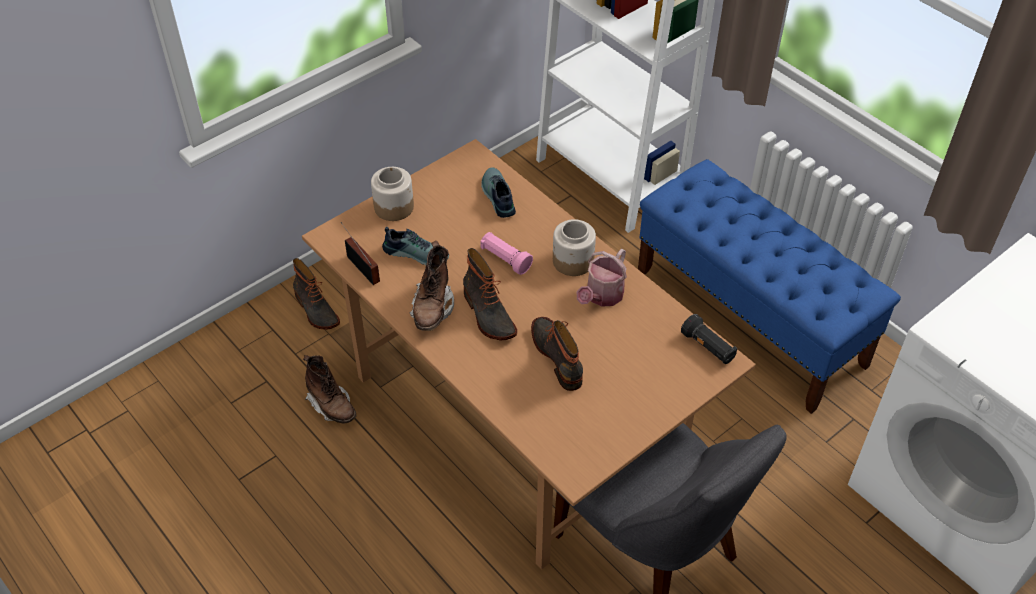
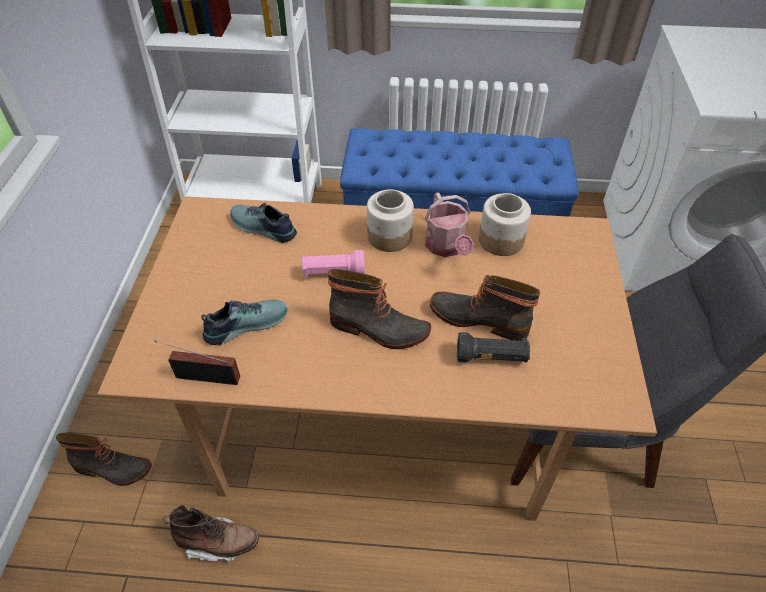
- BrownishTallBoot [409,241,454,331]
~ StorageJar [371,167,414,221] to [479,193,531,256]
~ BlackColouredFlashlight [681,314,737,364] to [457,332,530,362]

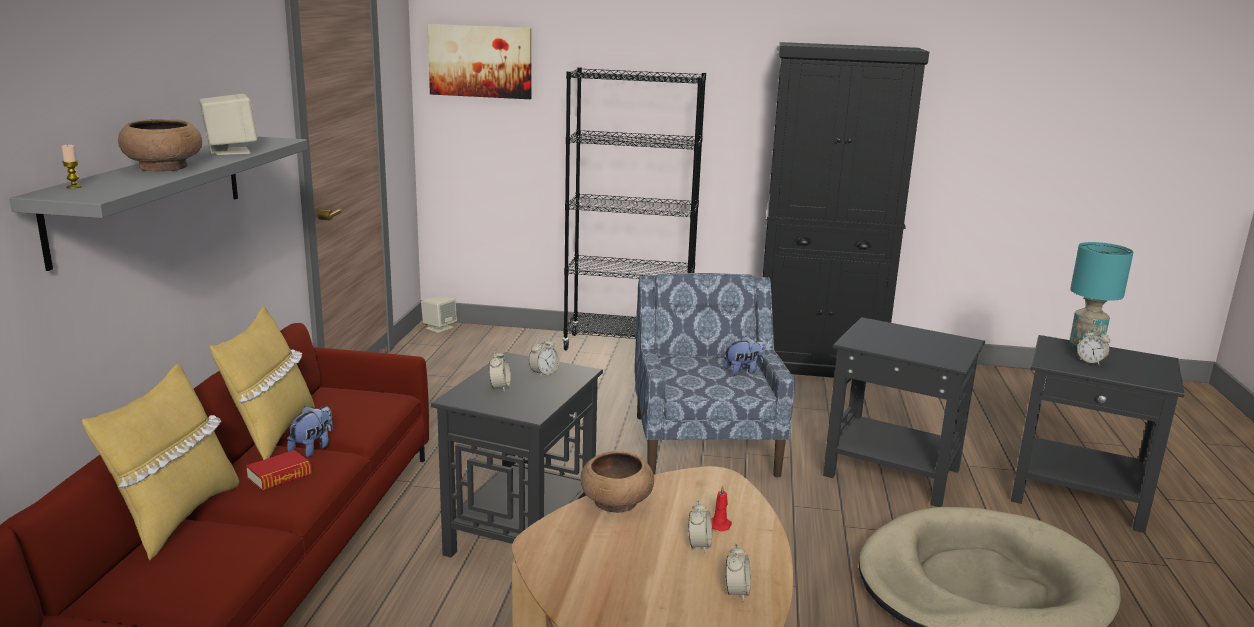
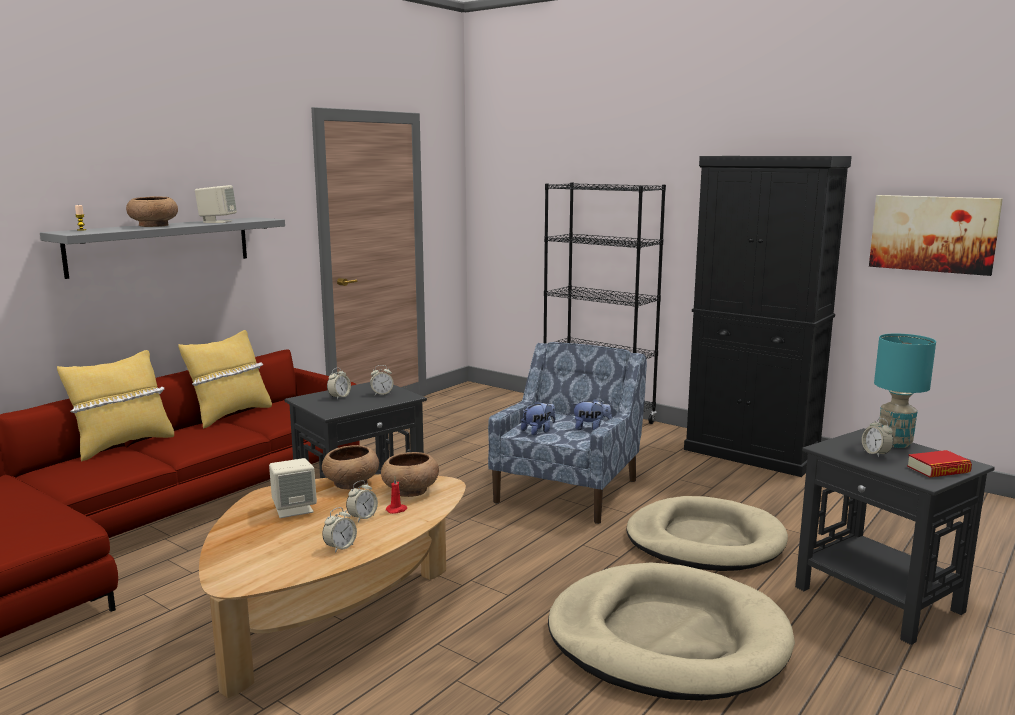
+ BrownishServingBowl [381,452,439,497]
~ Volume [246,450,312,490] to [907,450,972,478]
~ SoftToy [287,406,333,457] to [521,401,555,435]
~ BeigeSpeaker [421,296,457,333] to [269,458,317,518]
~ WallArt [427,24,532,99] to [869,195,1003,276]
~ BlackColouredEndTable [823,317,985,507] to BeigePetBed [626,496,788,571]

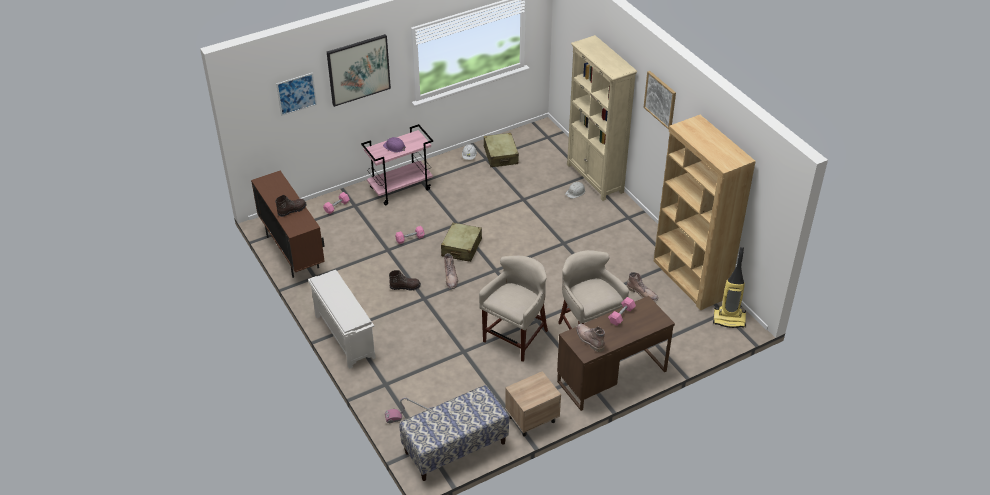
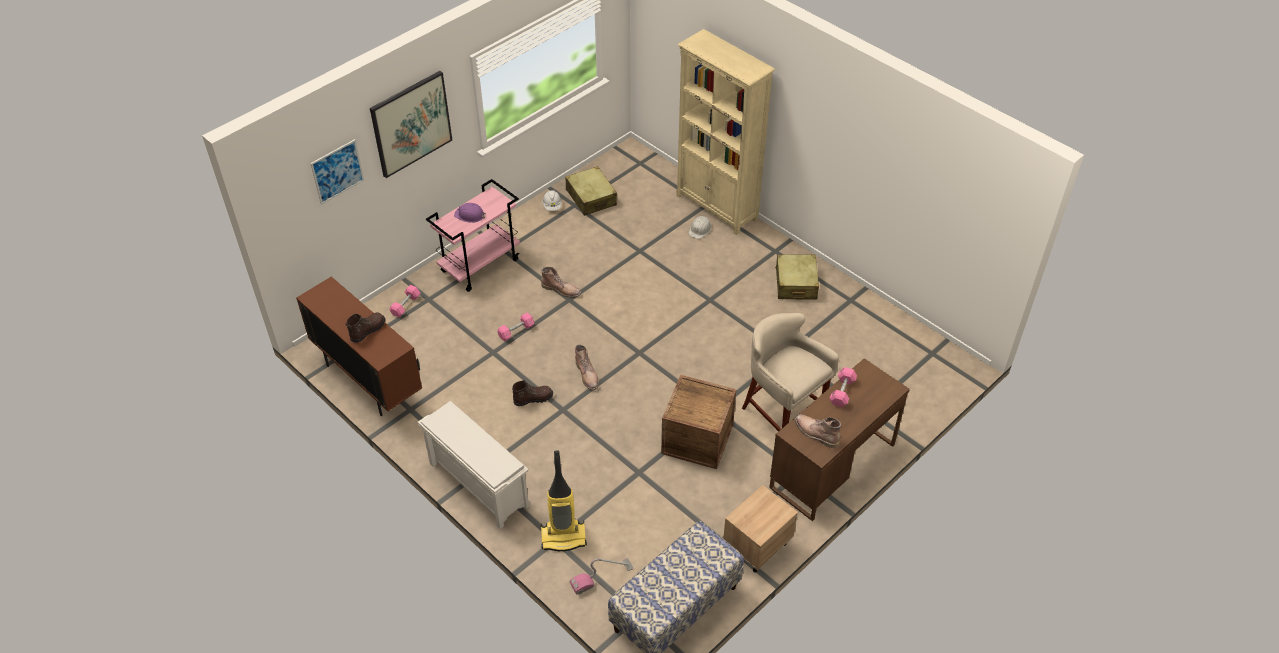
- WallArt [644,71,676,130]
- BrownishBookshelf [654,115,756,311]
~ BeigePieceOfLuggage [441,223,482,262] to [775,254,819,300]
~ BrownishTallBoot [627,272,658,301] to [541,267,581,297]
~ Hoover [713,247,746,328] to [541,451,587,551]
~ BeigeSittingStool [479,256,548,362] to ShippingCrate [661,375,736,469]

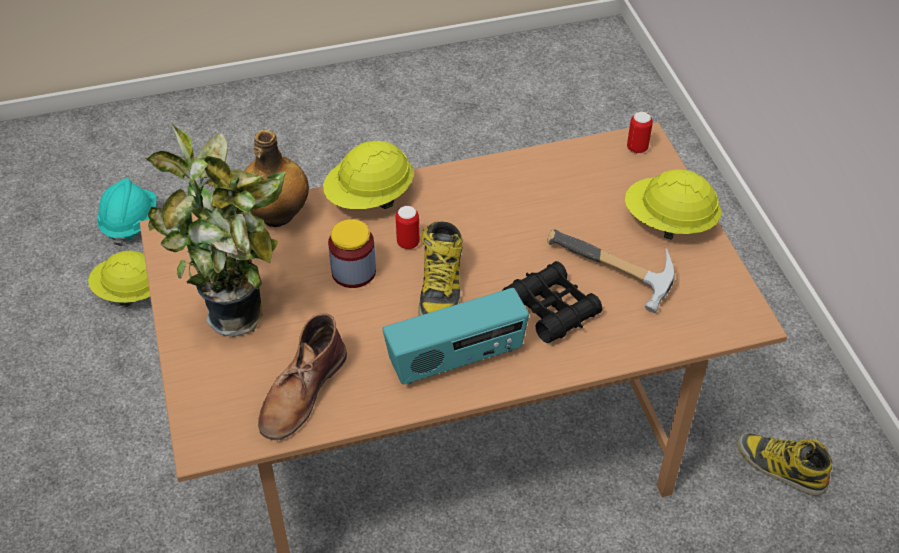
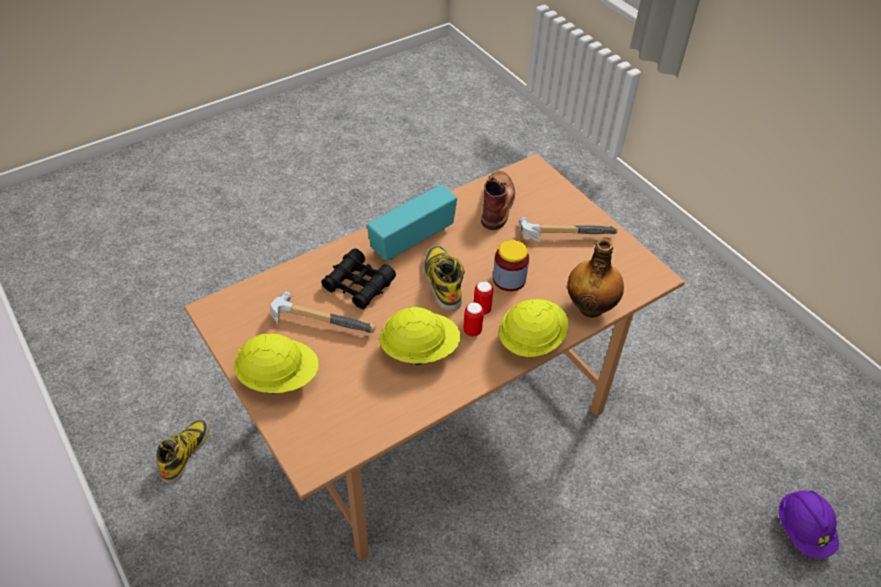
~ YellowSafetyHelmet [88,250,150,307] to [379,307,460,365]
~ MetalCan [627,112,653,153] to [463,302,484,337]
~ PottedPlant [146,124,286,337] to ToolHammer [519,217,618,242]
~ TurquoiseSafetyHelmet [97,178,157,246] to PurpleColouredSafetyHelmet [779,491,839,558]
~ TallBoot [737,433,833,496] = [156,419,210,484] 90 degrees counterclockwise

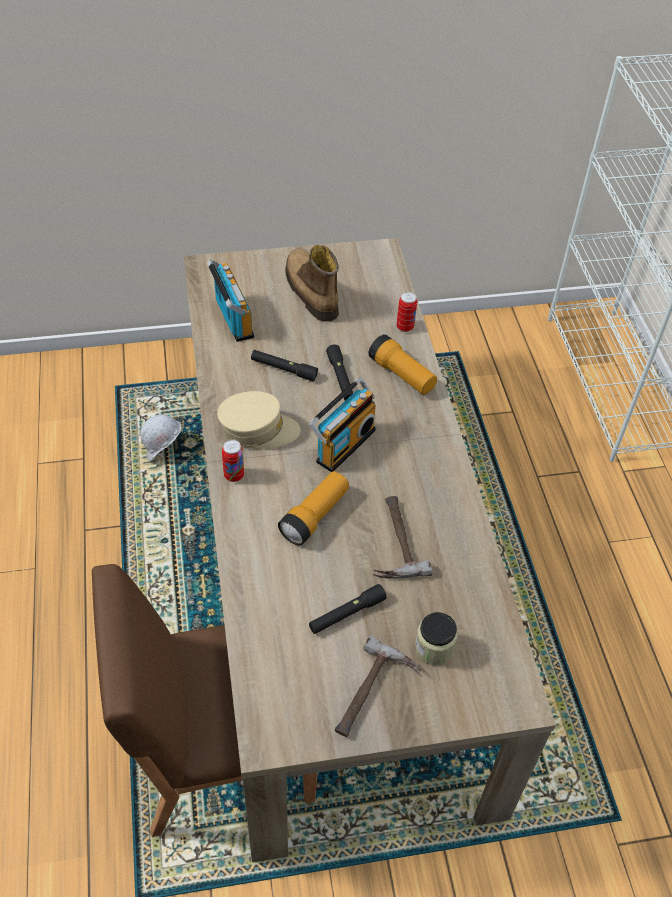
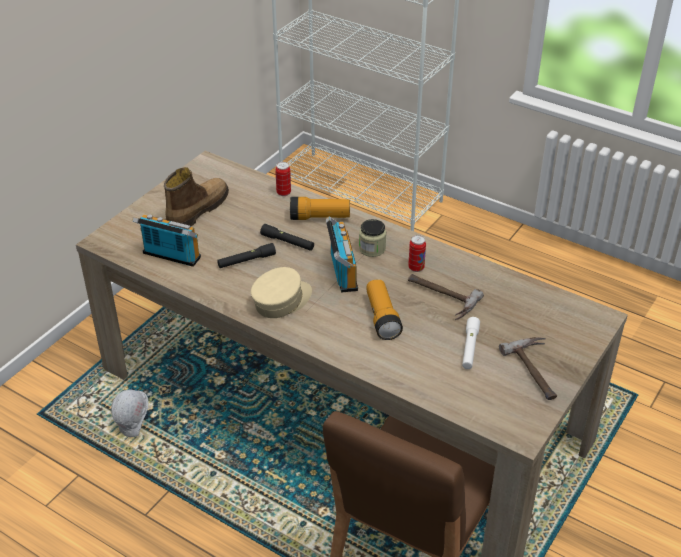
~ MetalCan [222,439,244,482] to [408,235,426,272]
~ StorageJar [415,612,458,665] to [359,219,386,257]
~ BlackColouredFlashlight [309,584,387,634] to WhiteColouredFlashlight [462,317,480,369]
~ TallBoot [285,245,339,321] = [164,167,229,226] 105 degrees clockwise

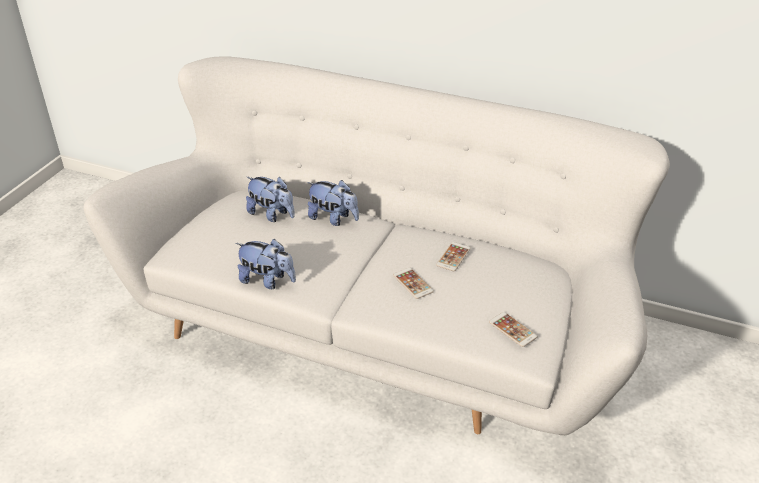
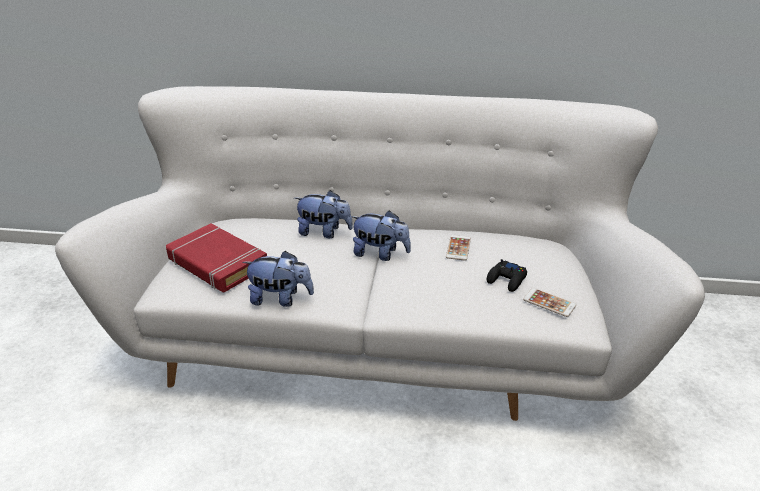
- Telephone [393,267,434,299]
+ RedVolume [166,224,267,292]
+ BlackColouredGameController [487,259,527,292]
~ SoftToy [246,177,295,222] to [350,210,411,261]

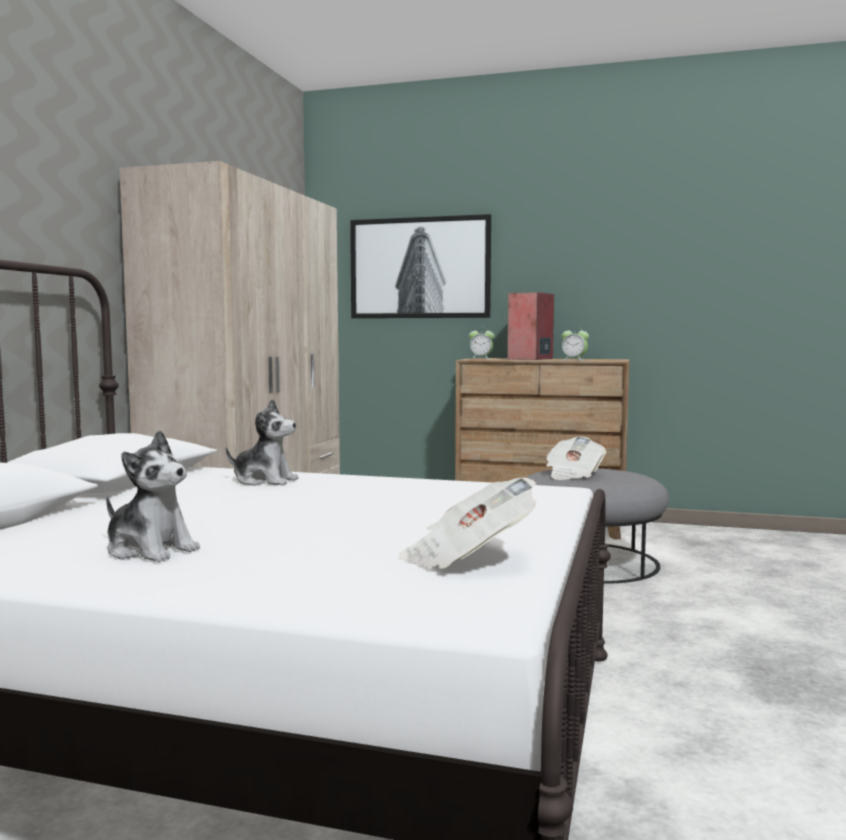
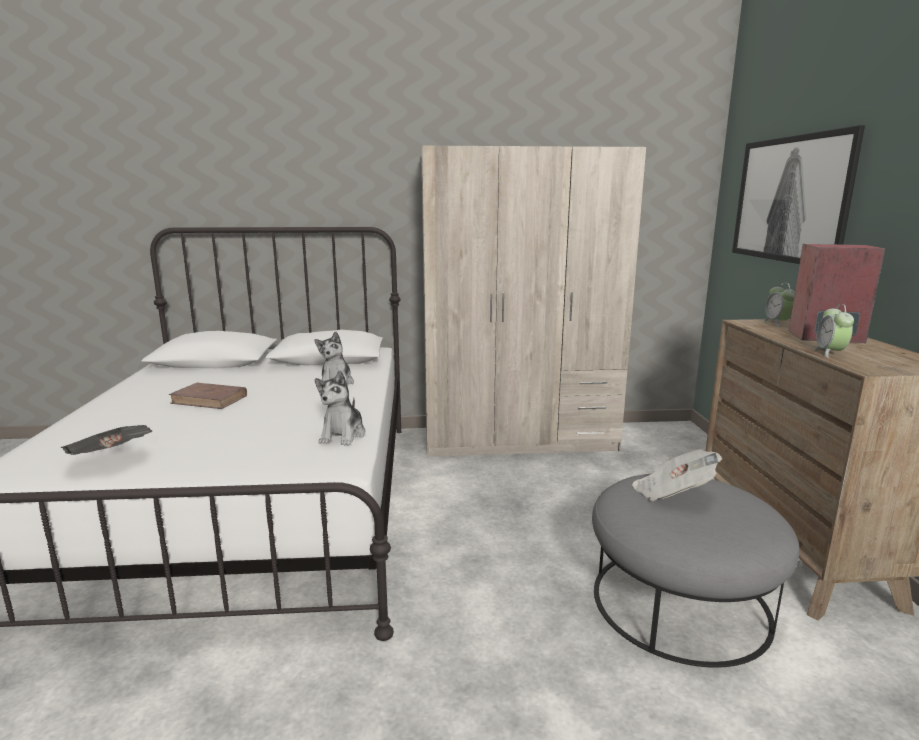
+ BrownishVolume [169,383,247,409]
~ SoftToy [106,430,200,562] to [315,370,365,446]

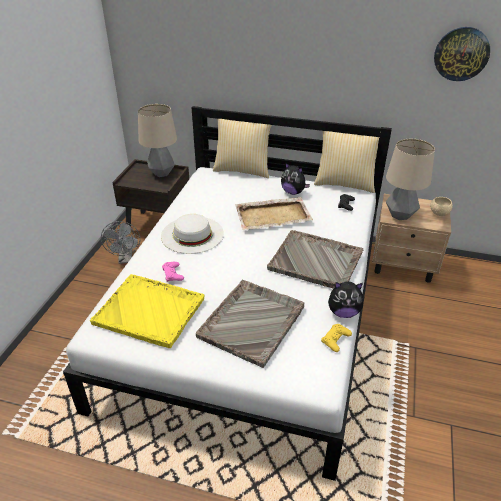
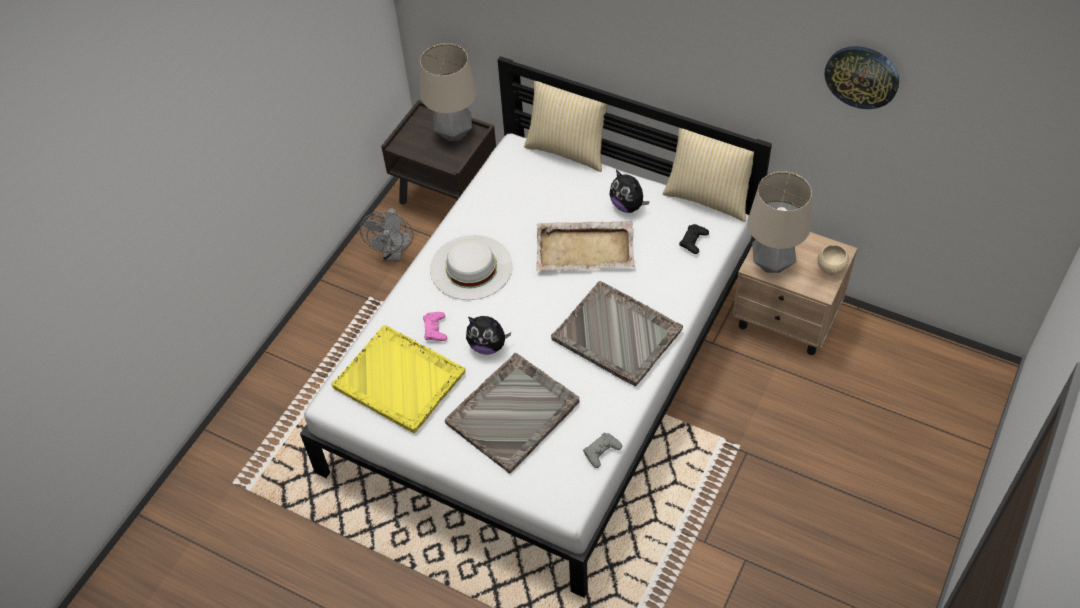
~ SoftToy [328,281,365,318] to [466,316,511,355]
~ YellowGameController [321,324,352,352] to GreyishGameController [583,432,622,468]

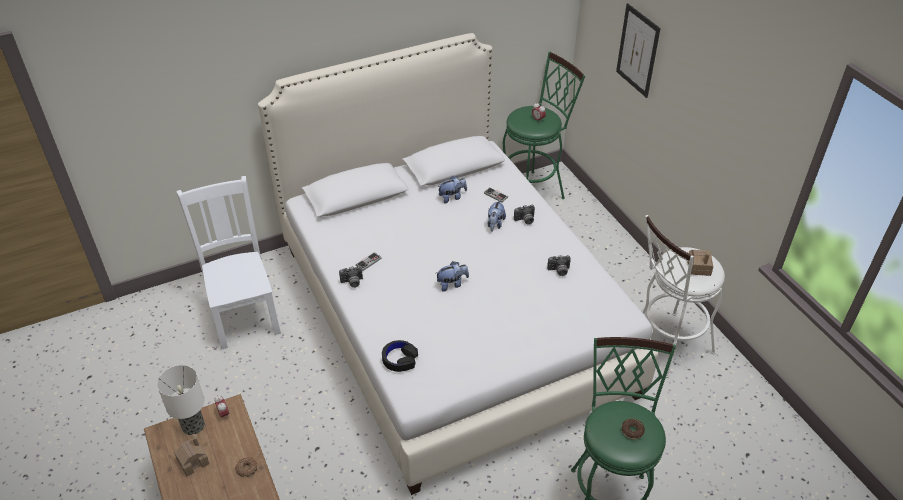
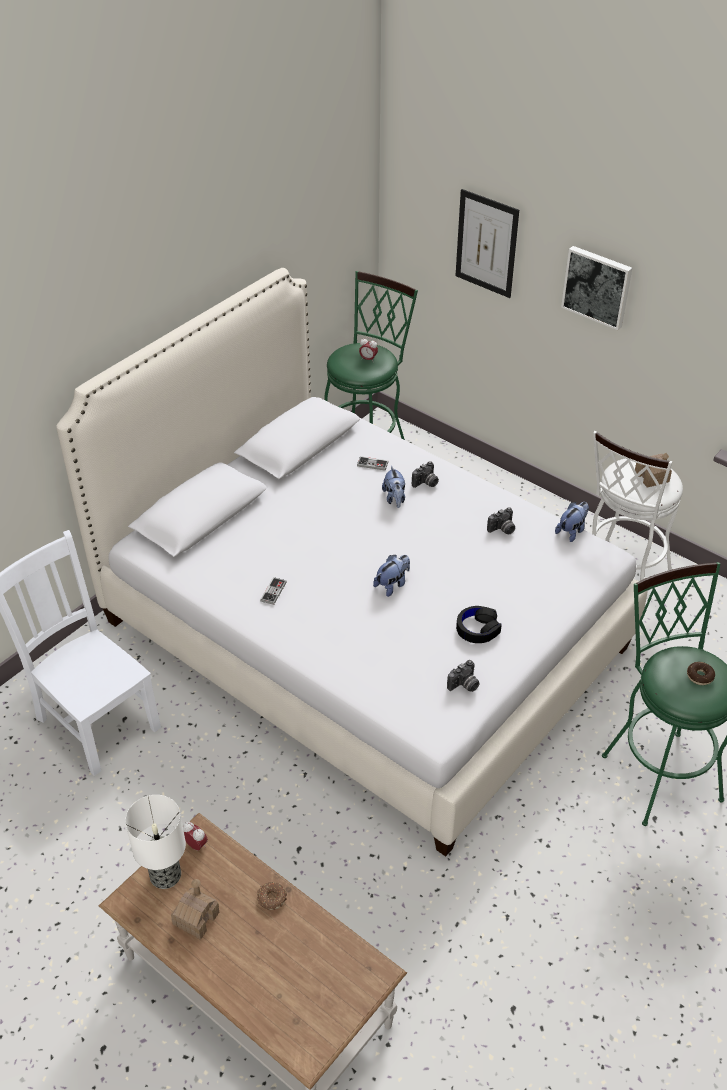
+ WallArt [561,246,632,330]
~ PhotoCamera [339,266,363,288] to [447,660,479,692]
~ BlackColouredHeadset [382,340,418,372] to [456,606,502,643]
~ SoftToy [438,176,467,203] to [555,502,589,542]

